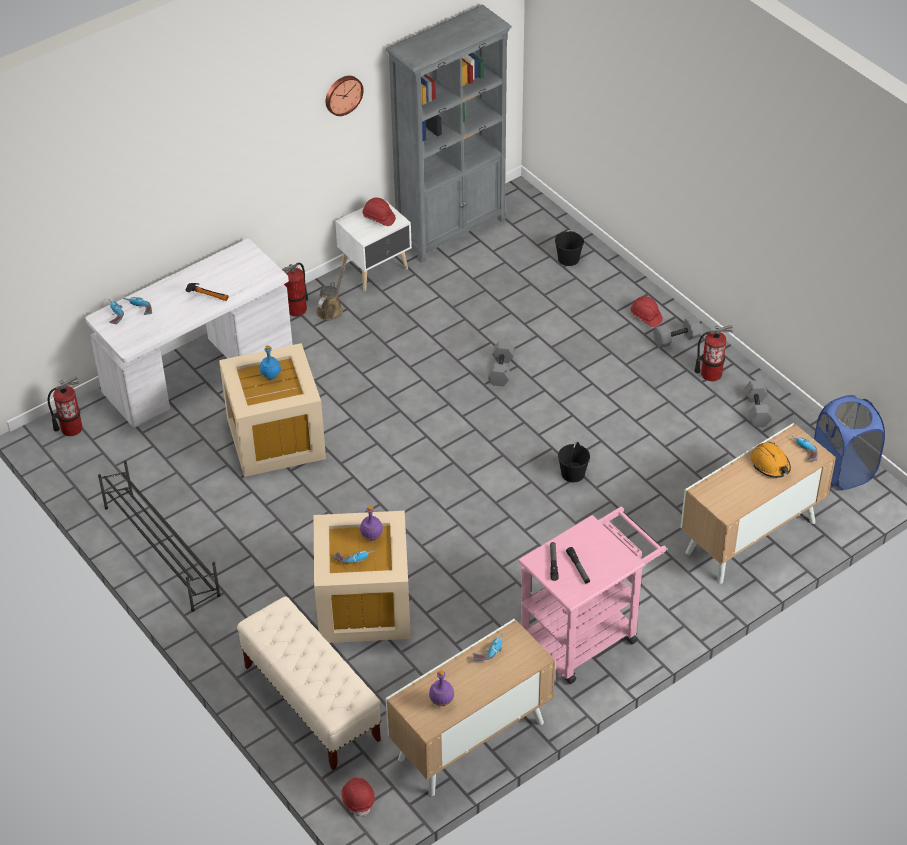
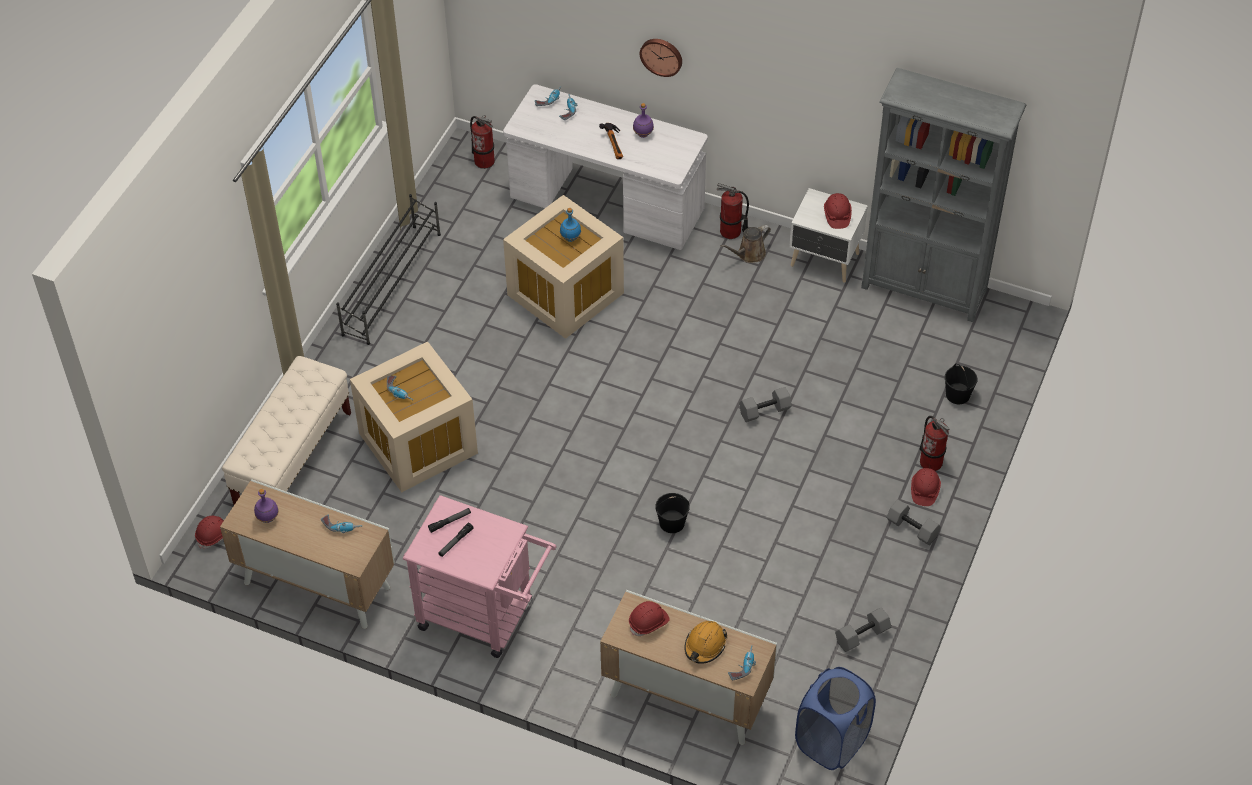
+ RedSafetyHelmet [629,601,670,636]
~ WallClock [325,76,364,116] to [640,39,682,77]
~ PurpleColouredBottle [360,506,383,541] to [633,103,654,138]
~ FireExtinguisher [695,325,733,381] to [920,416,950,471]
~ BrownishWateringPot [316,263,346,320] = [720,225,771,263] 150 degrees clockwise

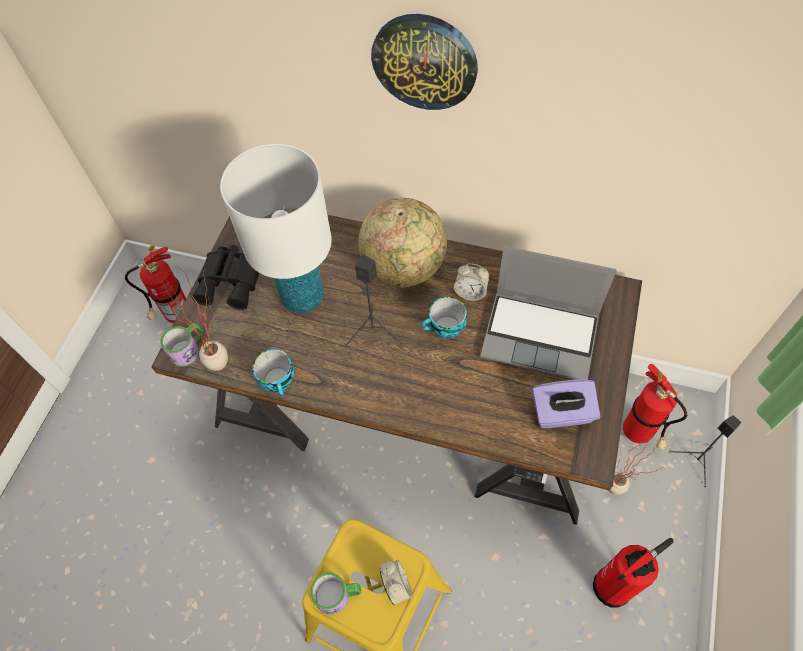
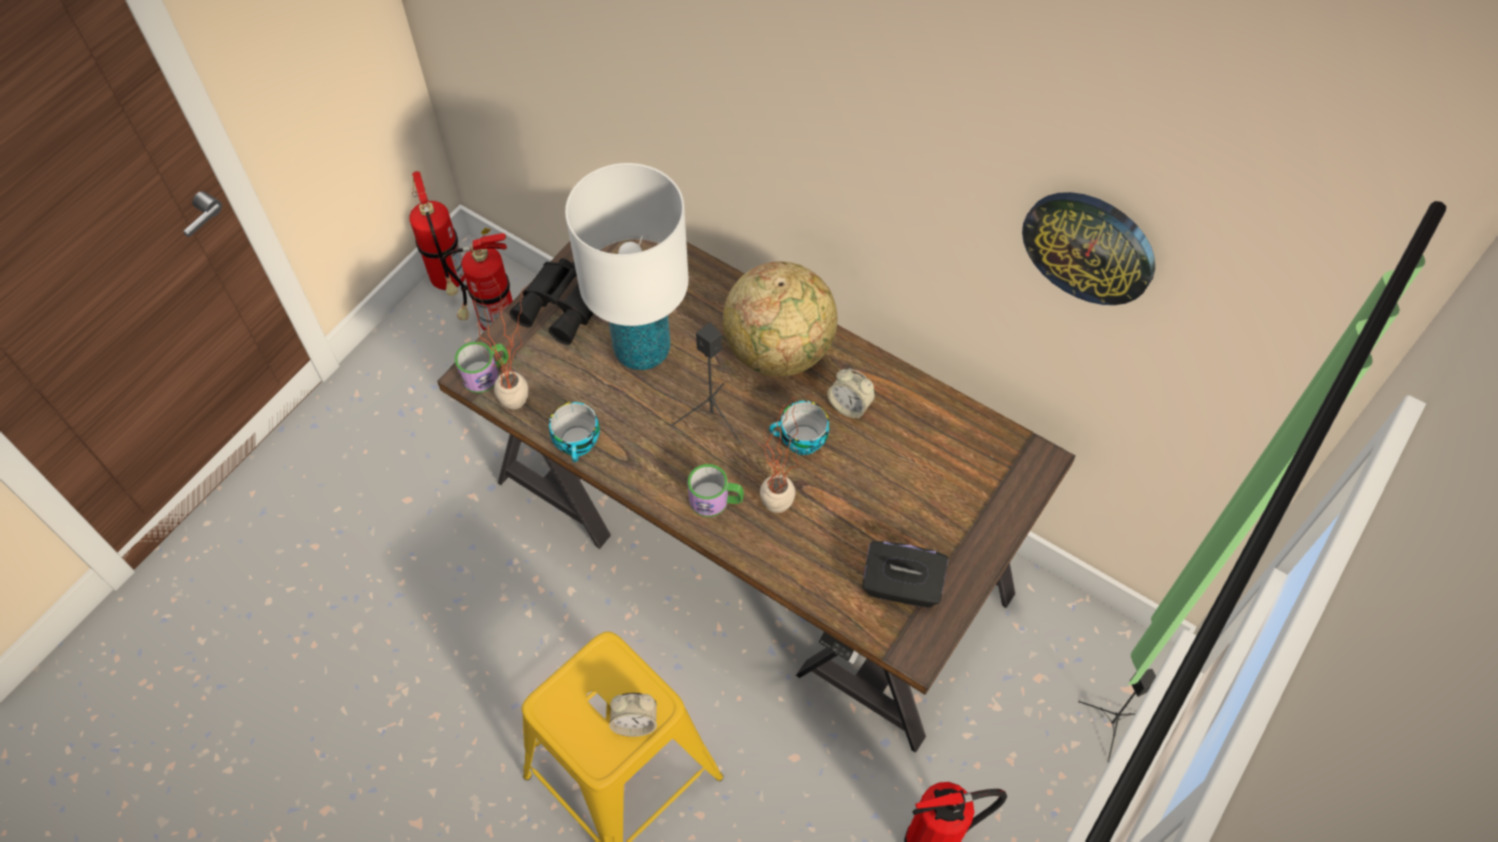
- PortableComputer [480,246,617,380]
~ CoffeeMug [310,572,361,615] to [688,464,744,517]
~ WallClock [371,14,478,110] to [1022,192,1155,305]
~ PottedPlant [608,434,665,495] to [760,397,799,513]
~ FireExtinguisher [623,364,687,450] to [409,171,465,296]
~ PurpleColouredTissueHolder [532,379,600,428] to BlackColouredTissueHolder [862,541,948,608]
~ BedsideClock [380,559,413,605] = [609,693,657,737] 90 degrees clockwise

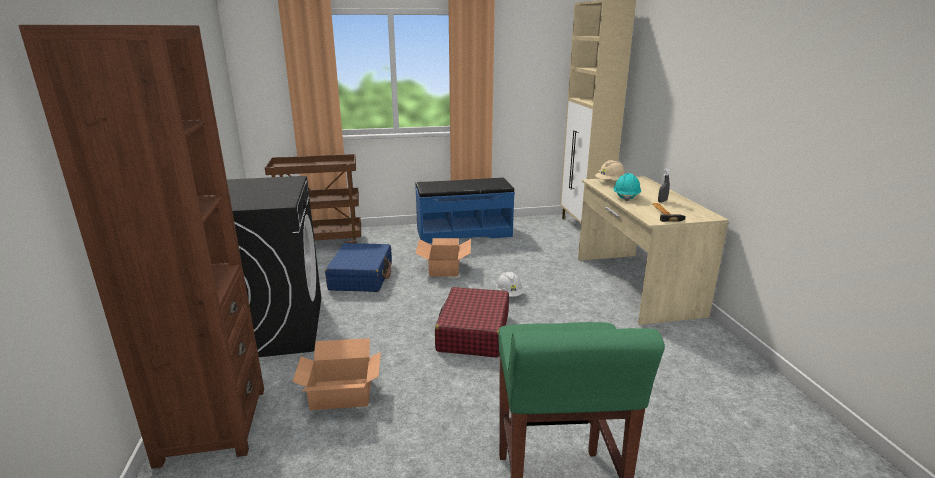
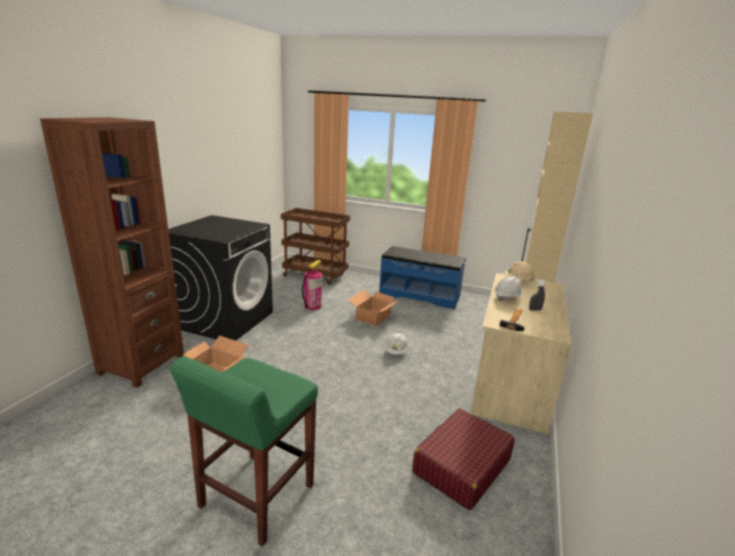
~ RedPieceOfLuggage [435,287,509,358] to [412,408,515,510]
~ BluishPieceOfLuggage [325,243,392,292] to FireExtinguisher [302,260,323,310]
~ TurquoiseSafetyHelmet [613,173,641,202] to WhiteColouredSafetyHelmet [494,276,524,301]

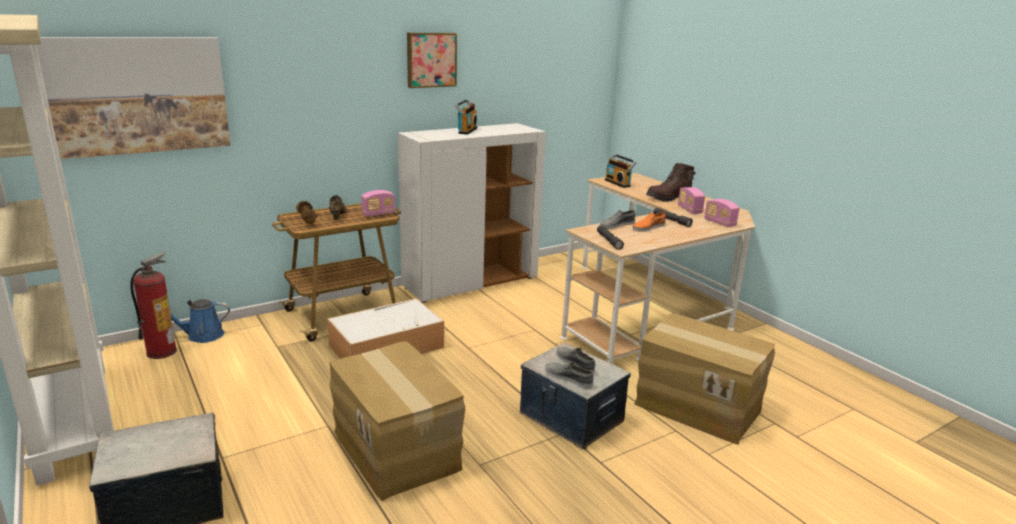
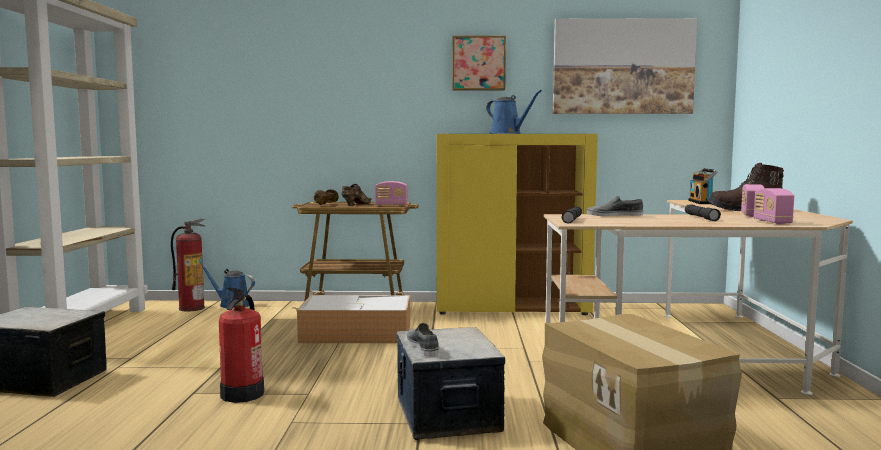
- GreyishLowShoe [556,347,596,374]
- OrangeColouredLowShoe [633,212,666,232]
~ WallArt [36,37,231,159] to [553,18,697,114]
~ CardboardBox [330,341,465,501] to FireExtinguisher [219,288,264,403]
~ Radio [455,99,477,135] to BluishWateringPot [486,90,542,134]
~ WhiteColouredCabinet [398,123,546,303] to YellowCabinet [437,134,598,315]

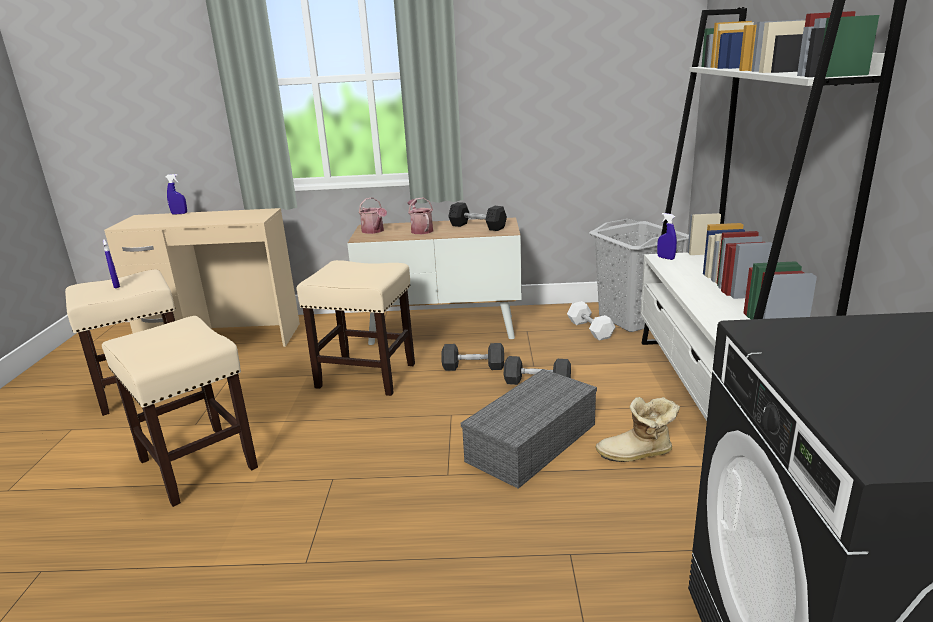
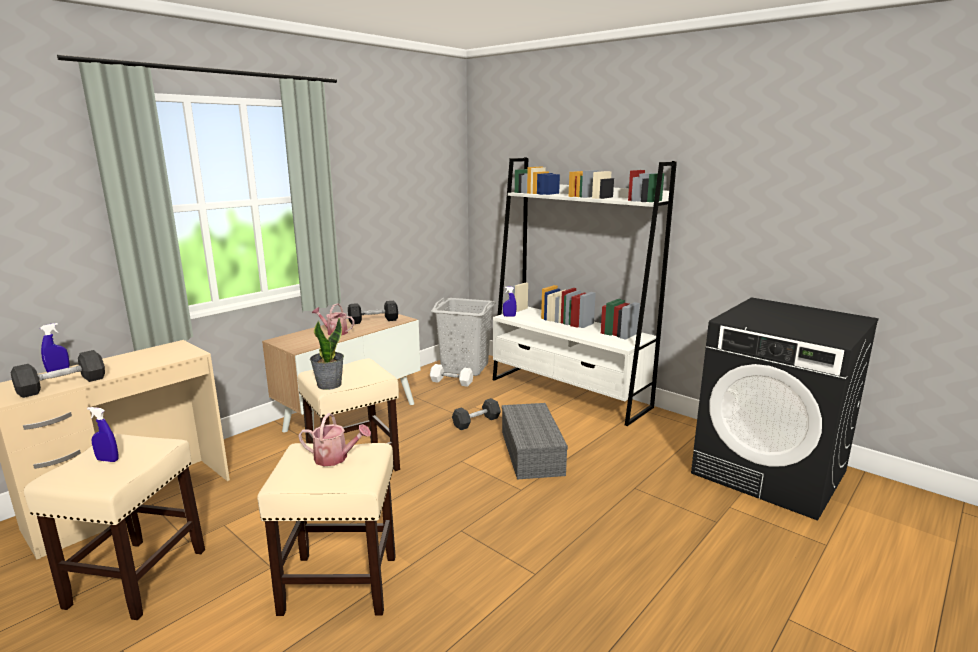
- TallBoot [596,397,680,462]
+ PottedPlant [310,318,344,390]
~ WateringPot [359,197,387,234] to [298,413,371,466]
~ GreyishHandWeight [441,343,504,371] to [11,350,105,398]

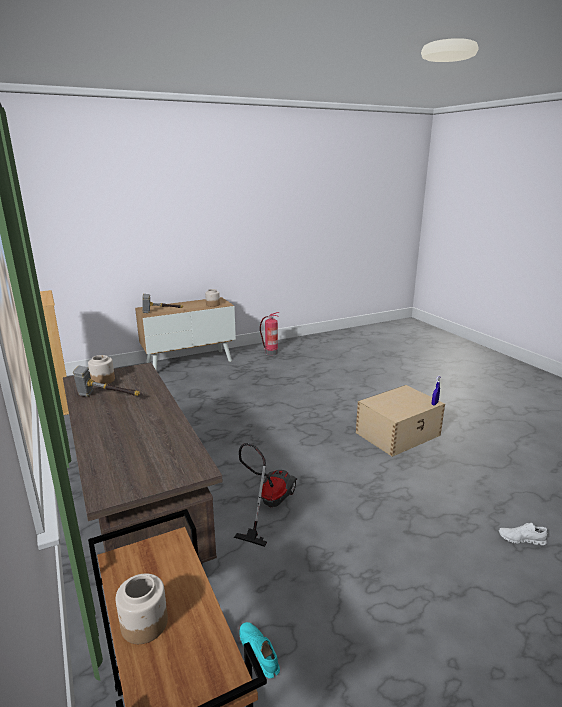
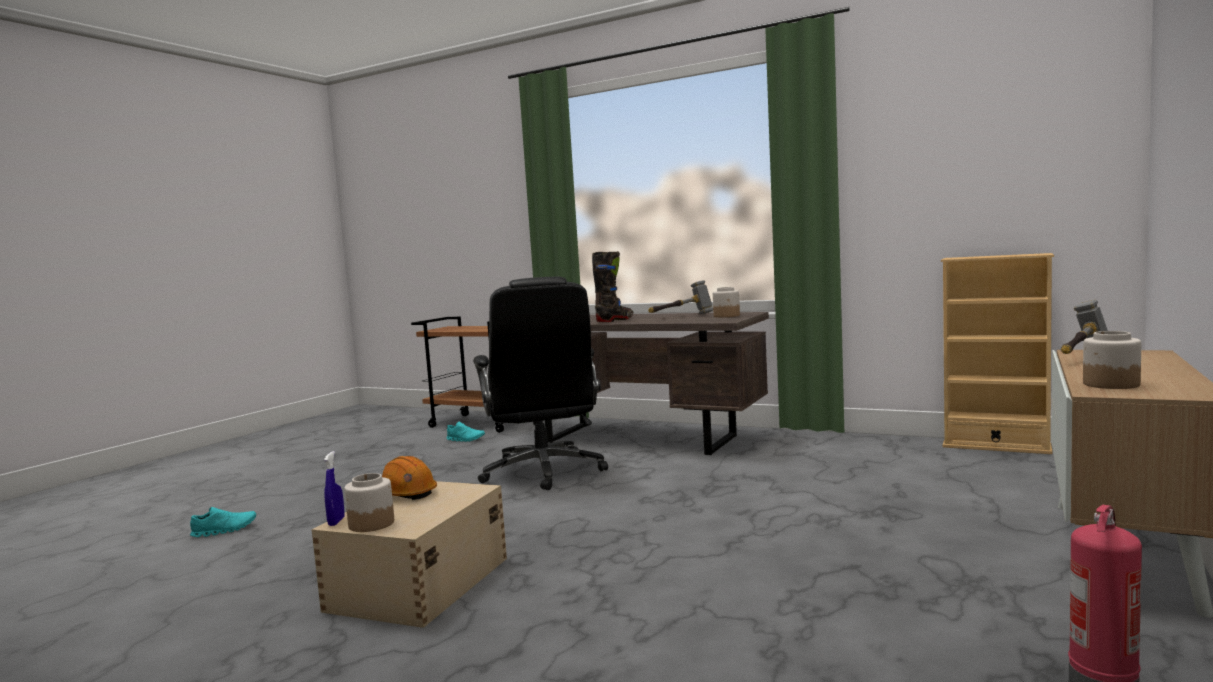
+ OrangeColouredSafetyHelmet [382,456,437,500]
+ BlackColouredTallBoot [592,251,633,322]
~ StorageJar [116,574,168,644] to [344,473,394,532]
~ Hoover [234,443,297,547] to BlackColouredOfficeChair [473,277,608,490]
~ WhiteColouredLowShoe [499,523,548,545] to TurquoiseLowShoe [190,507,256,537]

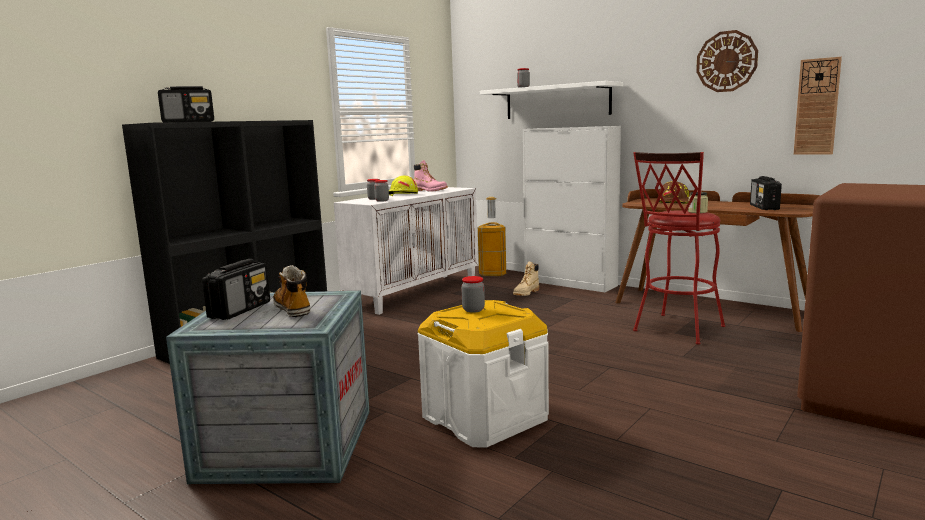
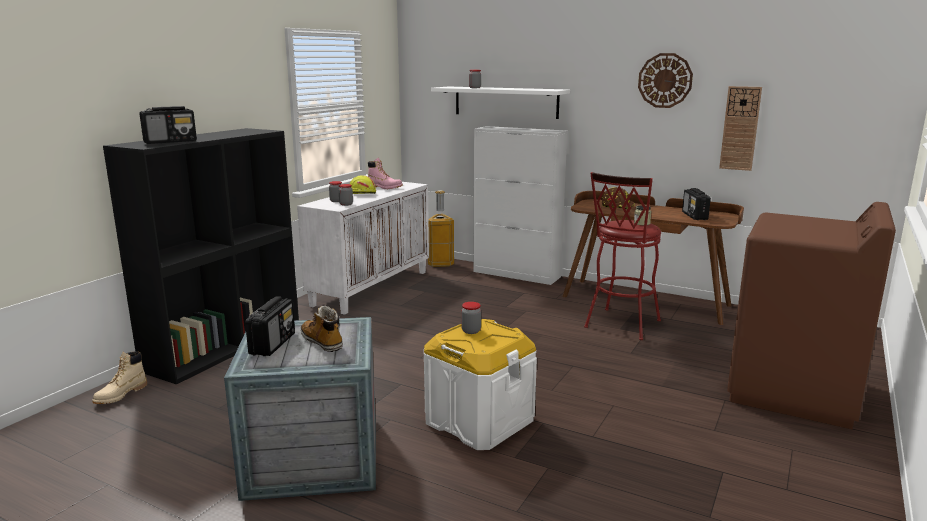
~ BeigeTallBoot [513,262,539,296] to [92,351,147,404]

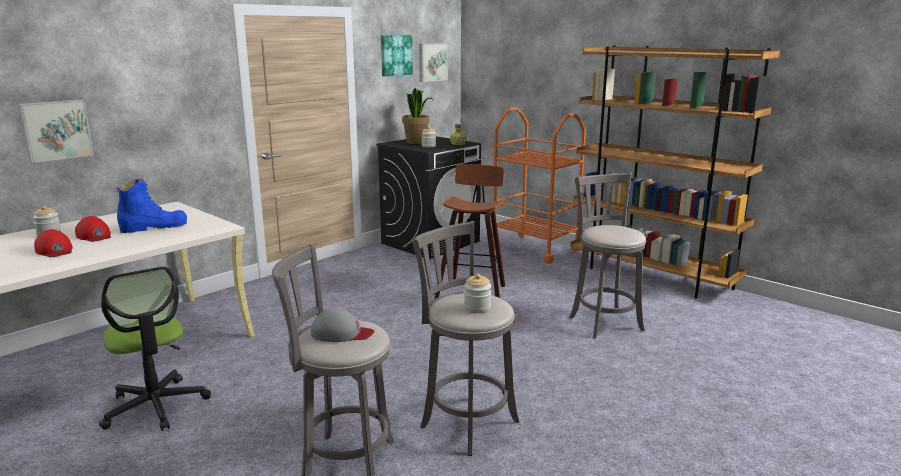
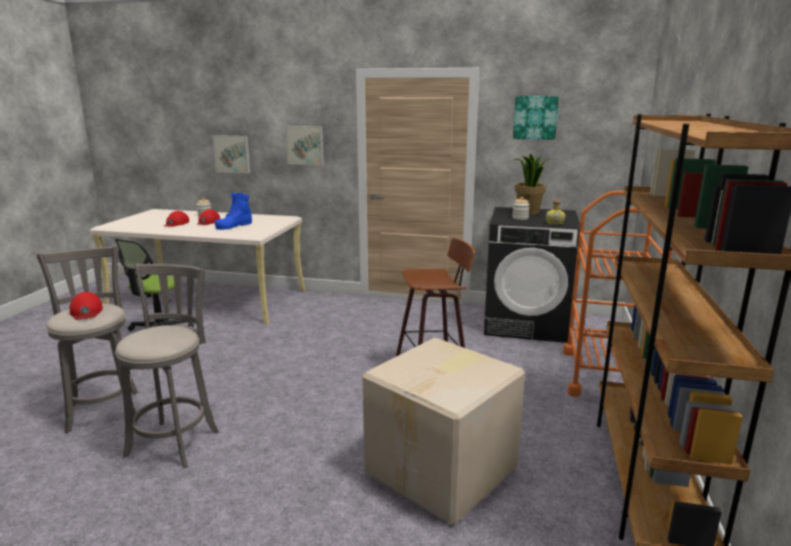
- StorageJar [464,274,491,313]
~ WallArt [419,43,448,82] to [285,126,324,165]
~ GreyishSittingStool [569,173,646,339] to CardboardBox [363,337,525,525]
~ GreyishBaseballCap [311,308,375,342] to RedBaseballCap [70,292,103,320]
~ BluishTallBoot [115,179,187,233] = [215,192,252,230] 90 degrees clockwise

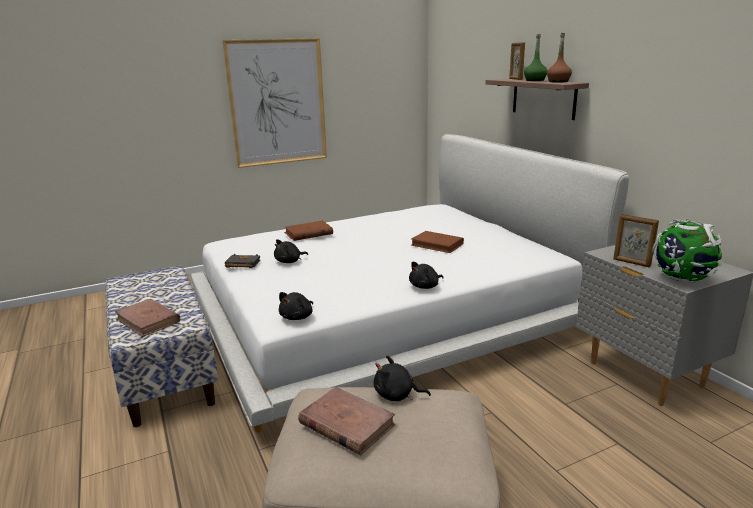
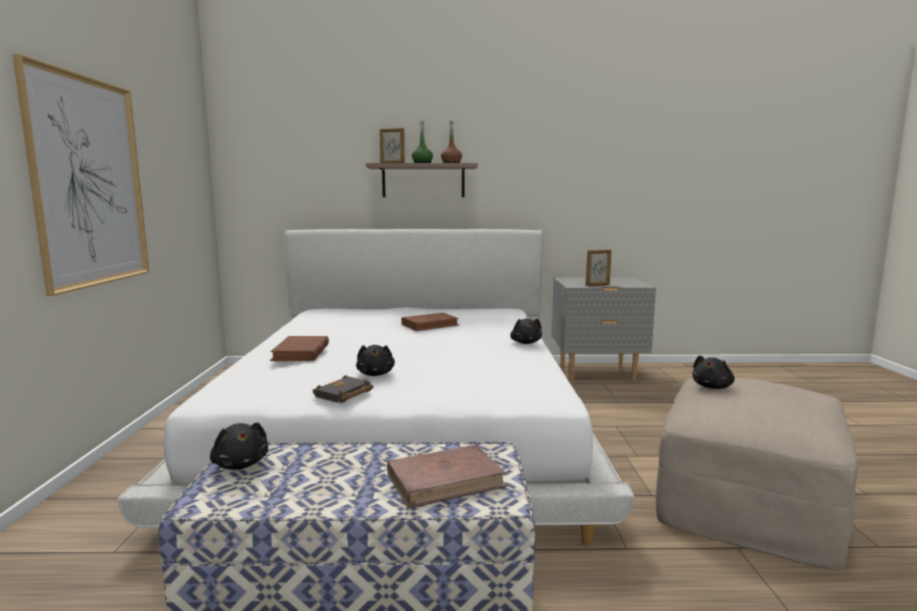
- BrownishVolume [298,387,395,456]
- Globe [652,219,722,283]
~ BlackColouredSoftToy [279,292,313,320] to [210,423,268,470]

